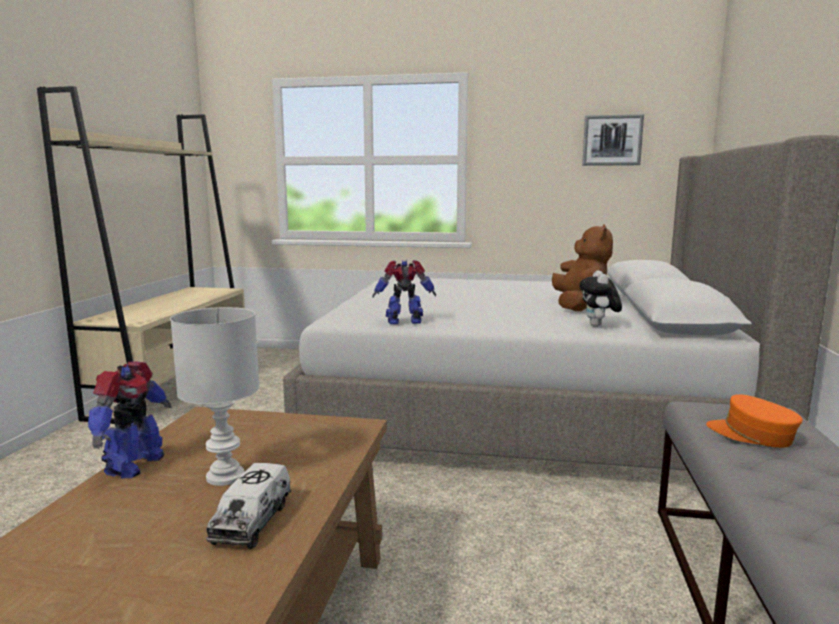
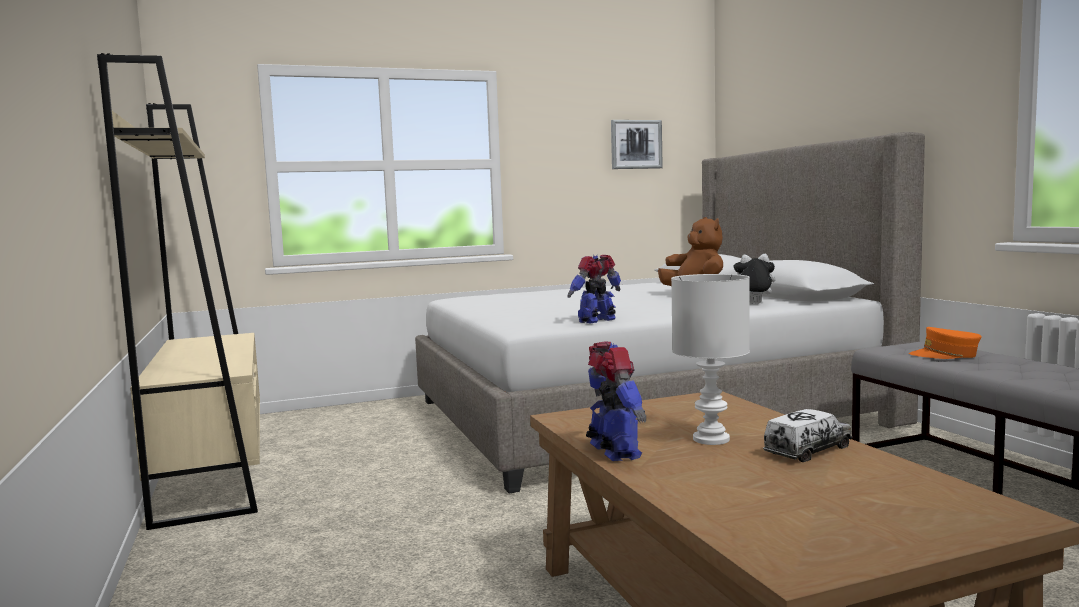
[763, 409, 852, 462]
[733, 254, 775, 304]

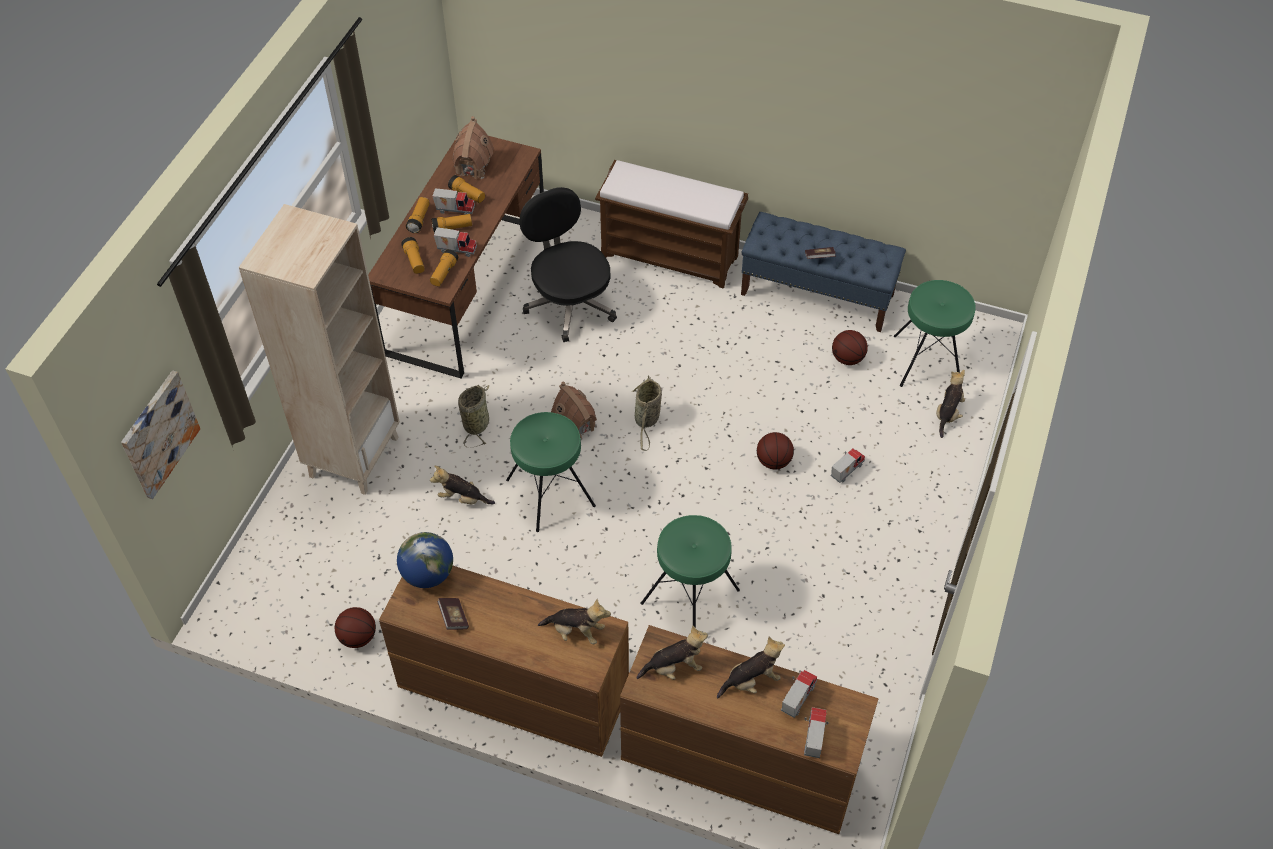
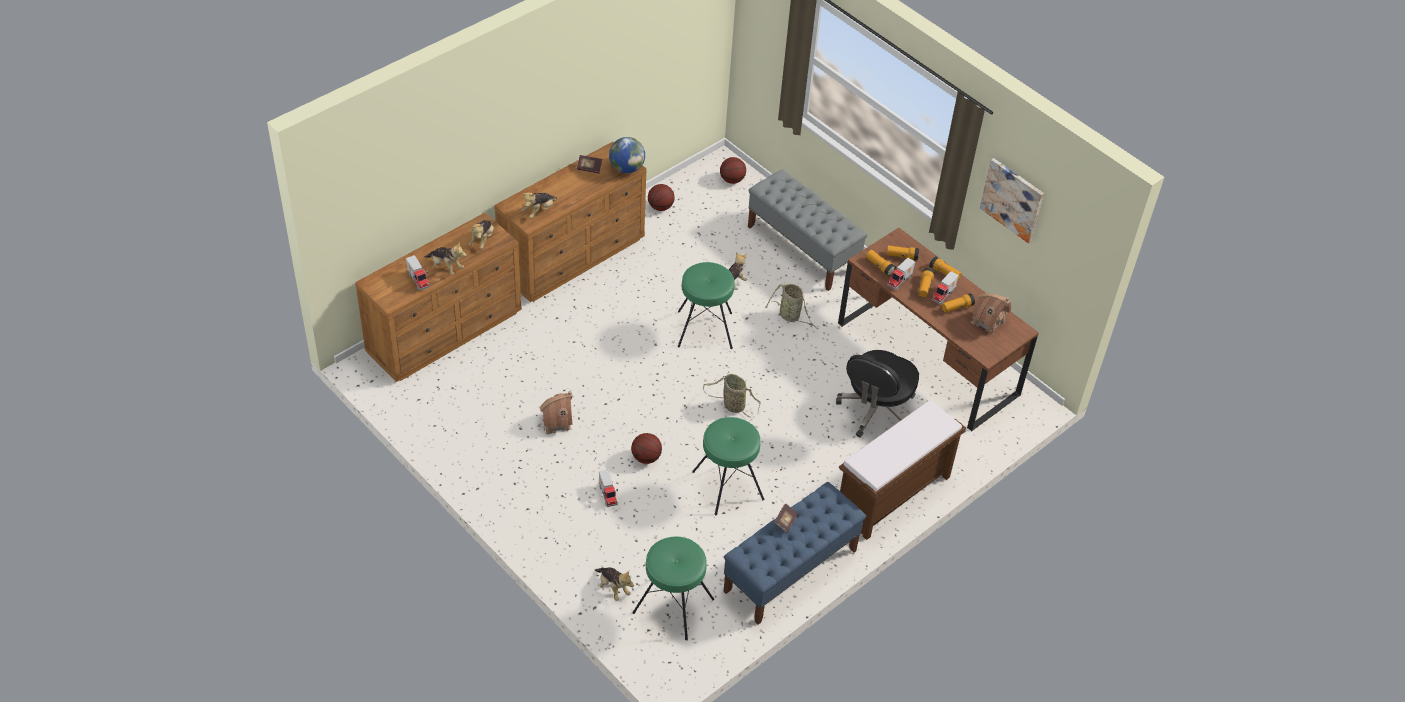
[804, 707, 829, 758] (first image)
[980, 158, 1044, 243]
[540, 391, 573, 435]
[692, 417, 765, 515]
[720, 157, 746, 184]
[748, 170, 867, 291]
[836, 350, 919, 438]
[424, 242, 467, 275]

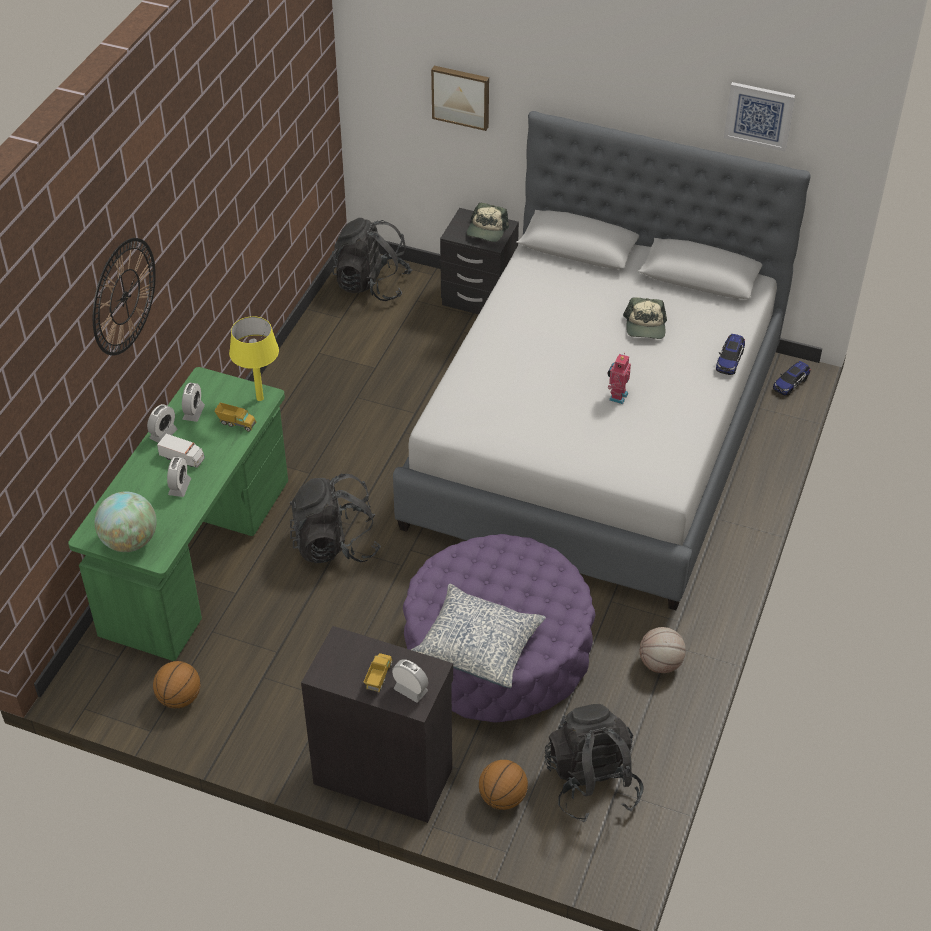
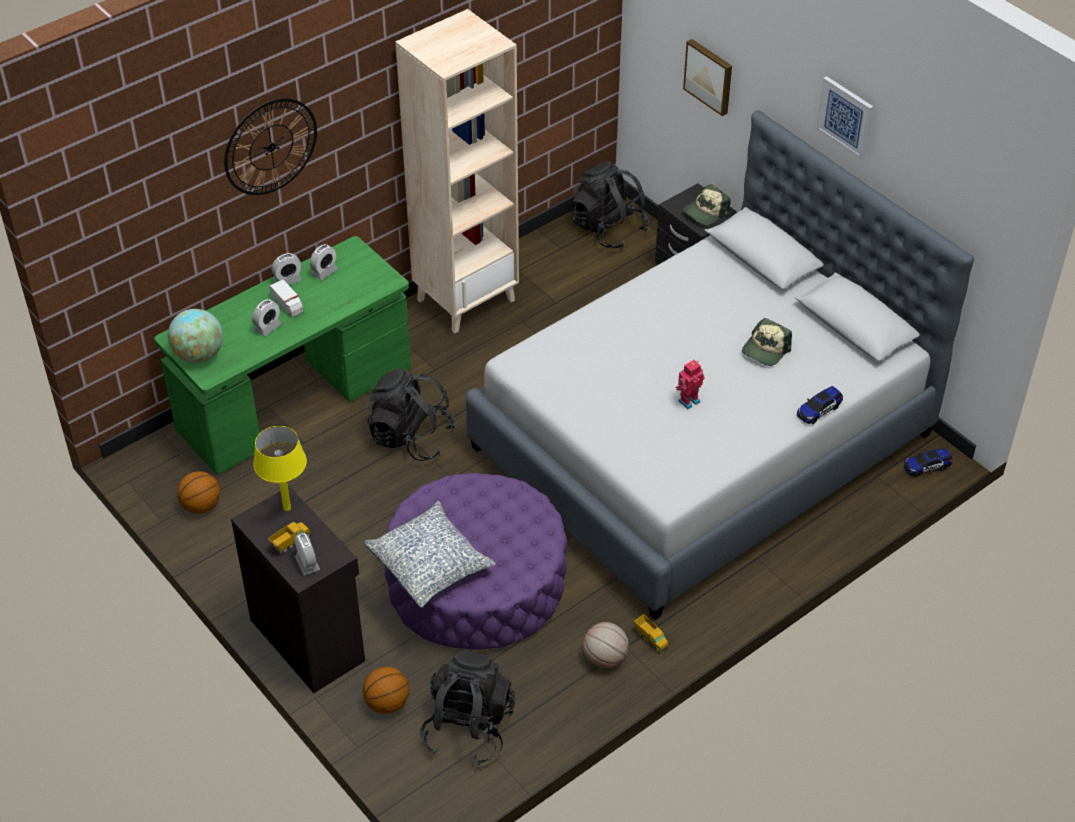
[395, 9, 519, 333]
[634, 614, 669, 654]
[253, 426, 307, 511]
[816, 76, 873, 160]

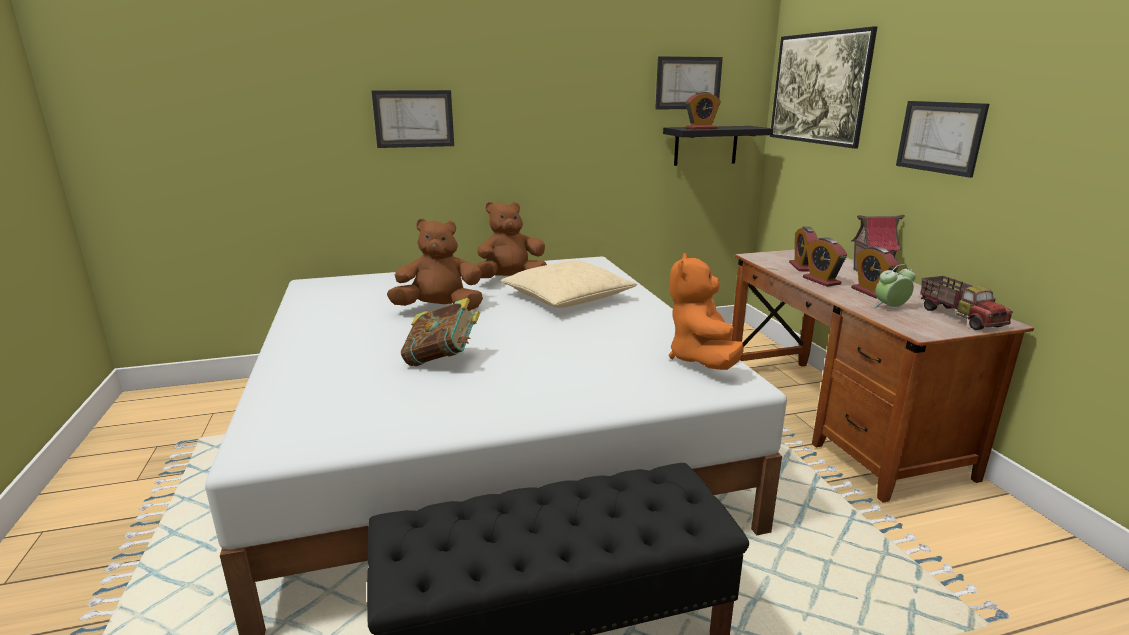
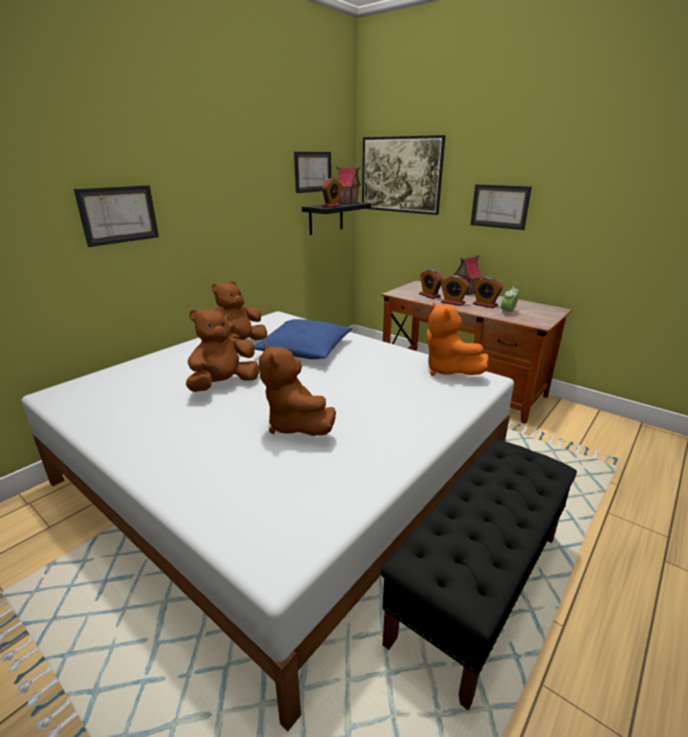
[921, 276, 1013, 330] (first image)
[336, 166, 361, 204]
[259, 343, 336, 436]
[254, 319, 352, 359]

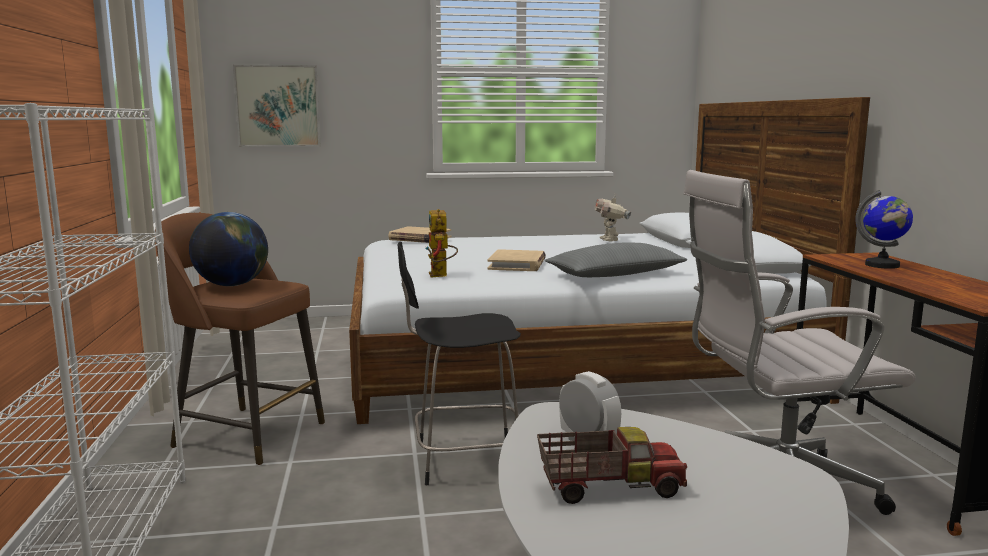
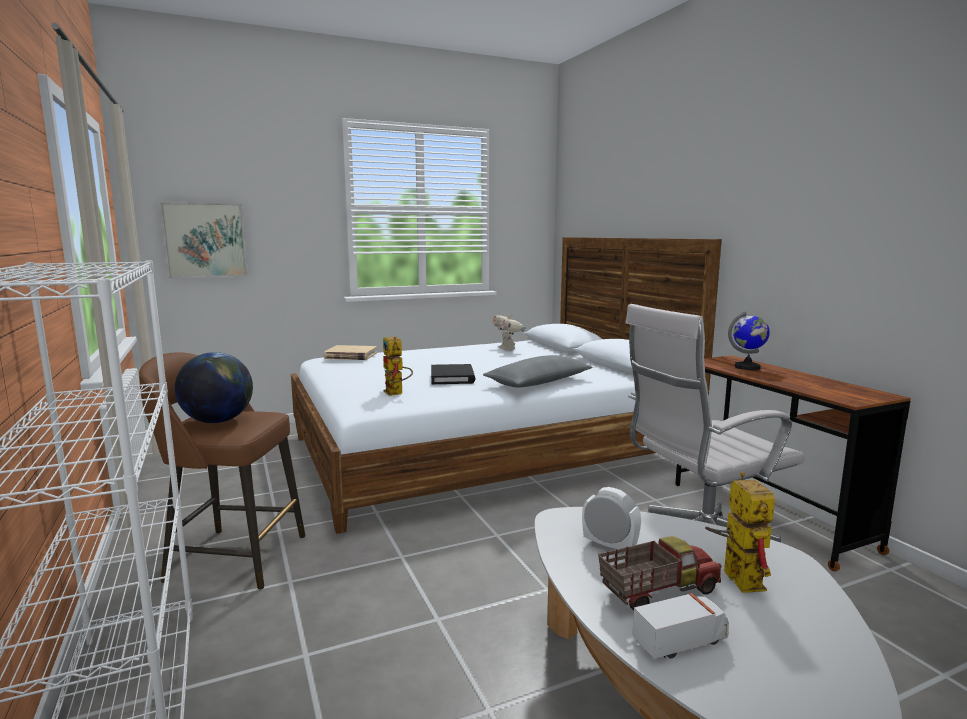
[398, 242, 521, 485] (first image)
[632, 593, 729, 659]
[705, 472, 775, 593]
[431, 364, 475, 384]

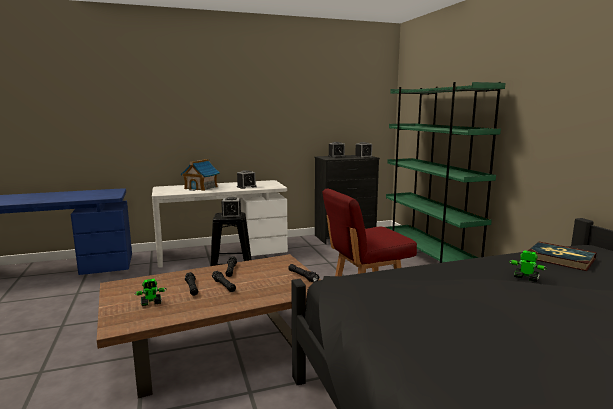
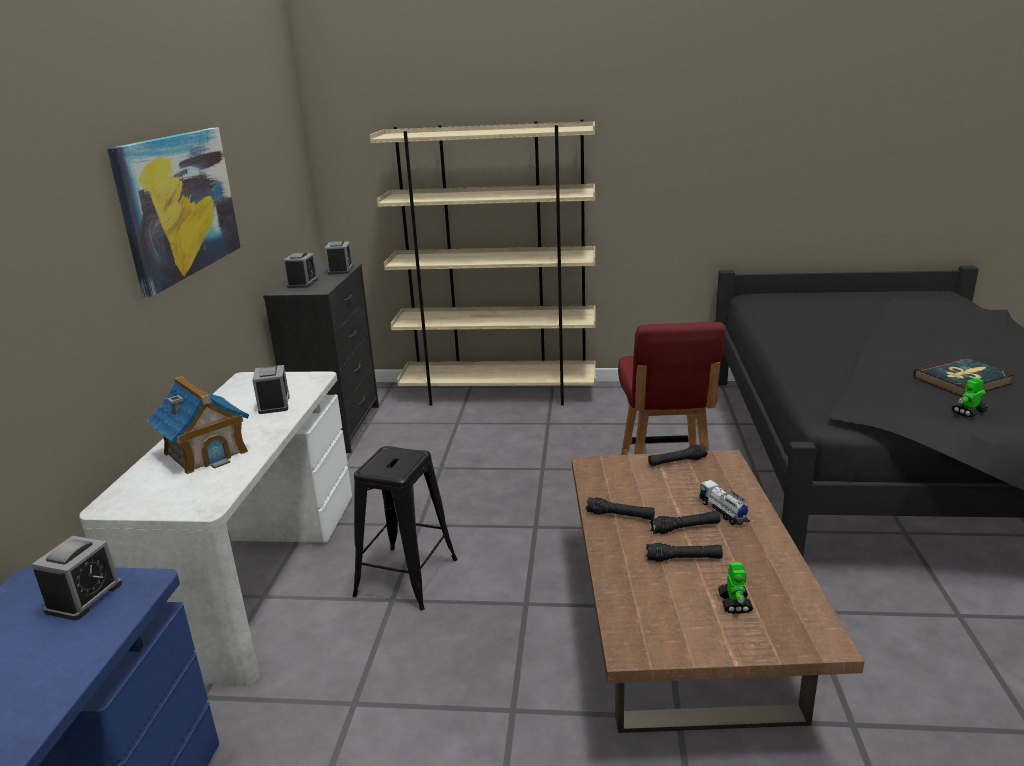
[107, 128, 241, 297]
[699, 480, 750, 525]
[32, 536, 122, 620]
[951, 378, 988, 417]
[913, 357, 1015, 397]
[369, 119, 596, 406]

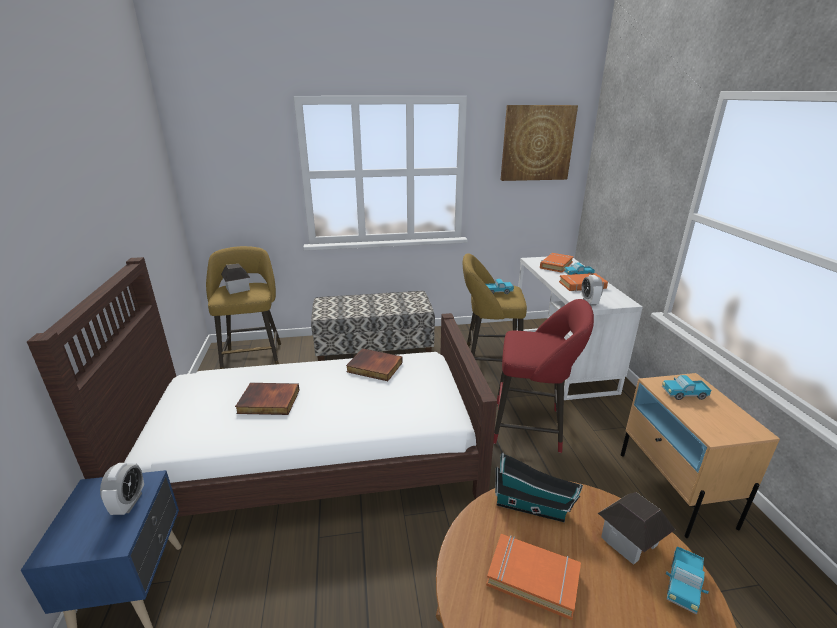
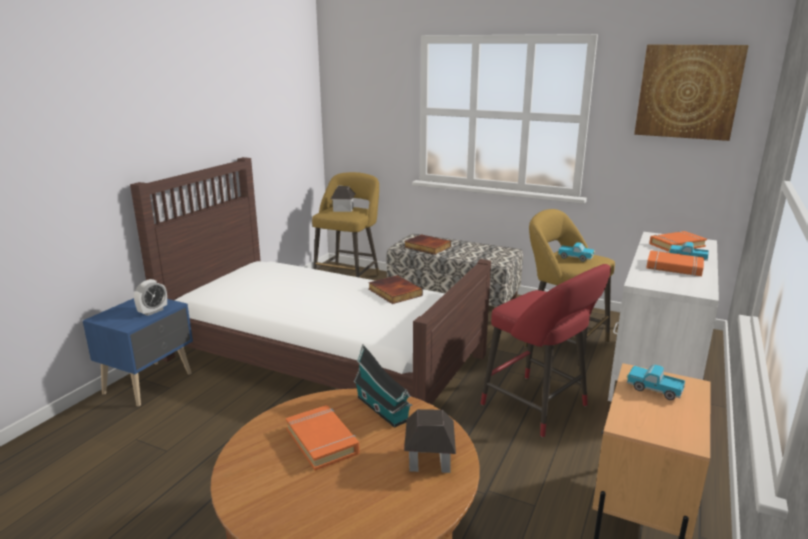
[582, 275, 603, 306] (first image)
[666, 546, 709, 614] (first image)
[404, 234, 451, 255]

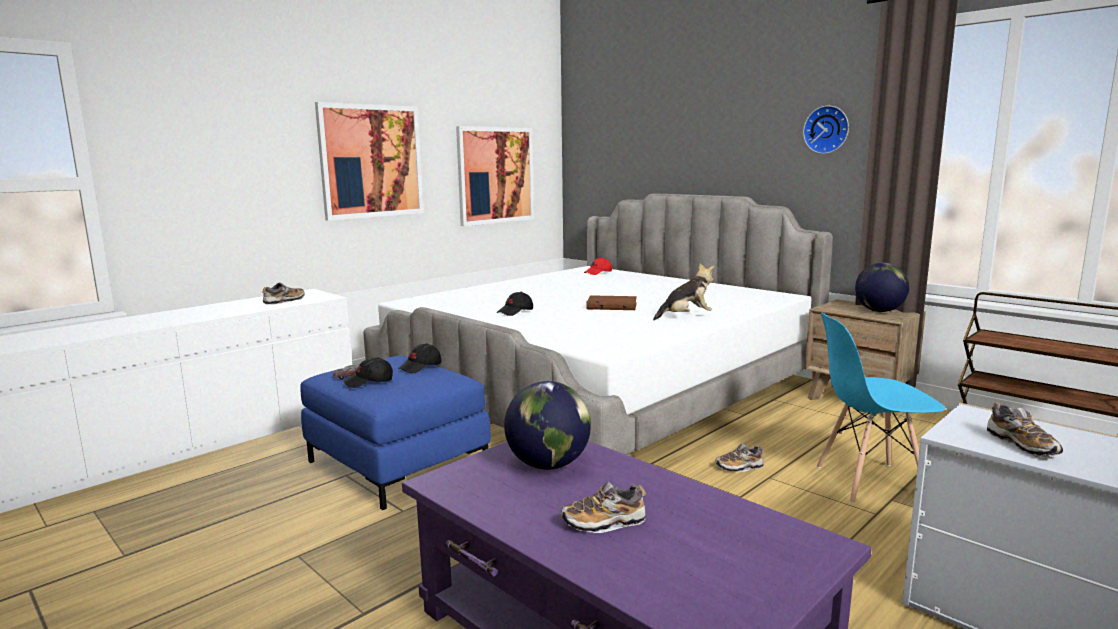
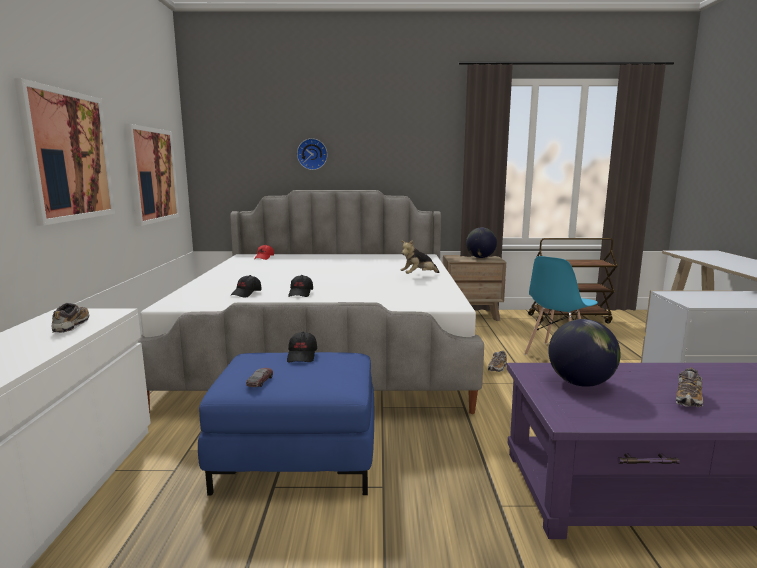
[587, 295, 637, 310] (first image)
[987, 403, 1063, 457] (first image)
[230, 275, 262, 298]
[297, 138, 328, 170]
[401, 240, 440, 274]

